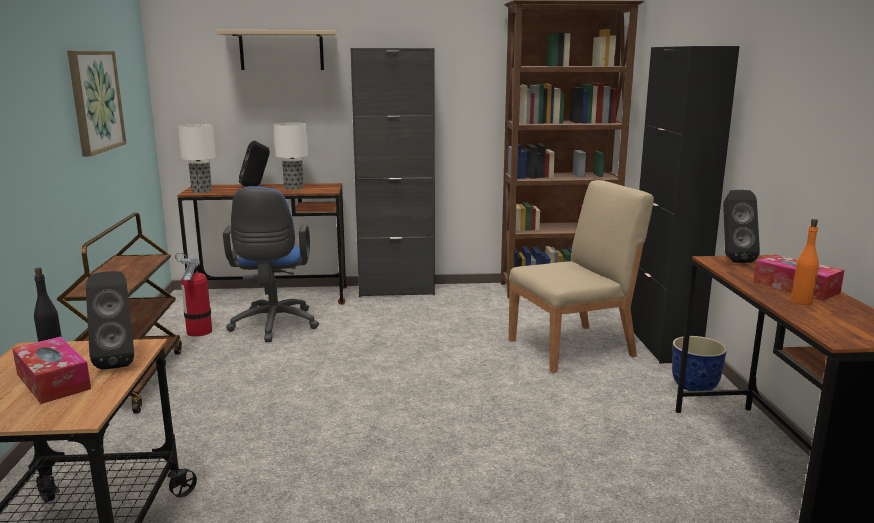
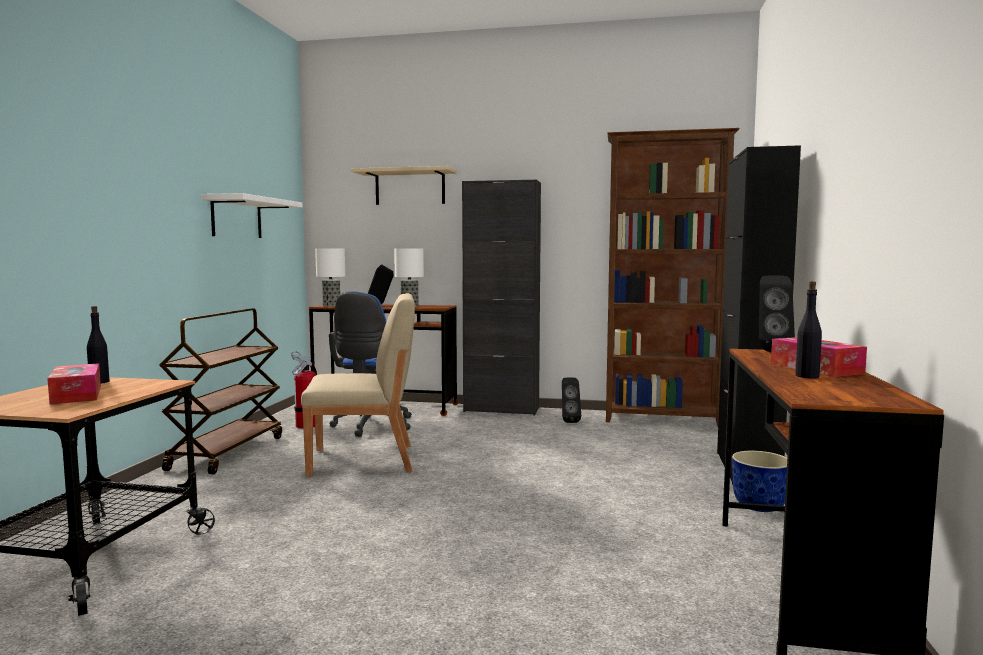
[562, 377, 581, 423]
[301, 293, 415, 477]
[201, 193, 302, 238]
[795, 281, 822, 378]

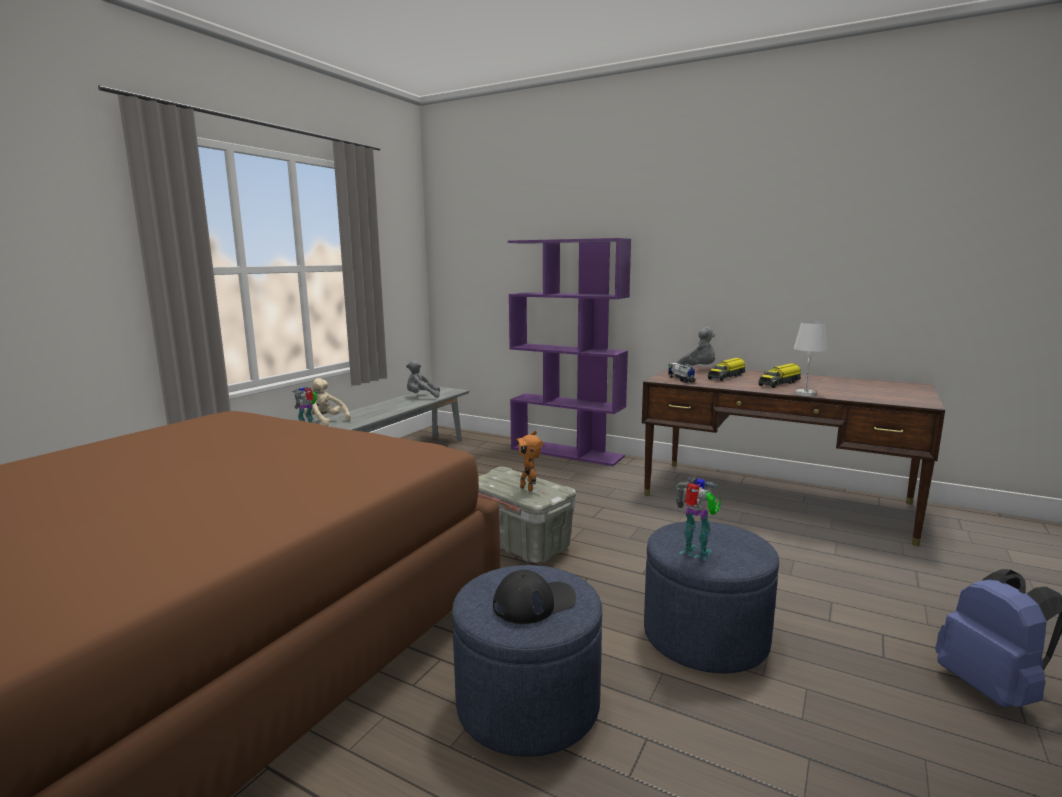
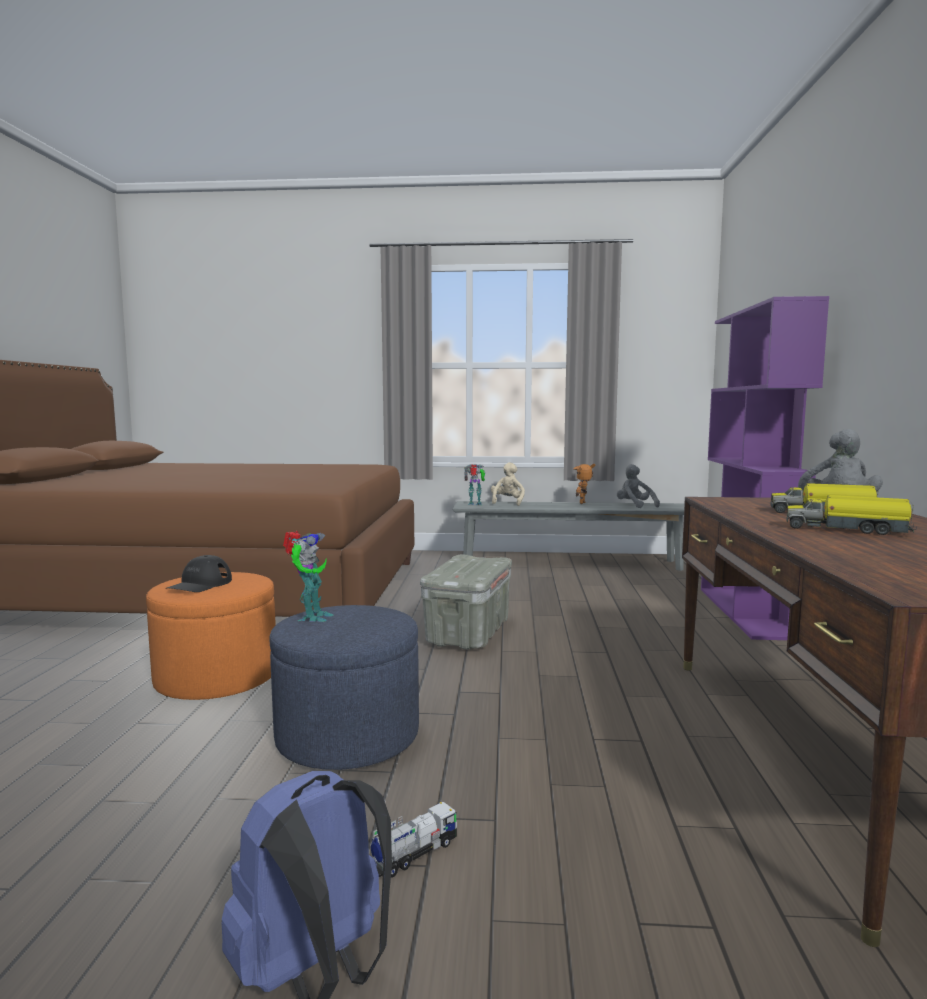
[794, 322, 827, 396] (first image)
[573, 463, 596, 504]
[371, 802, 457, 878]
[146, 572, 276, 700]
[166, 555, 232, 592]

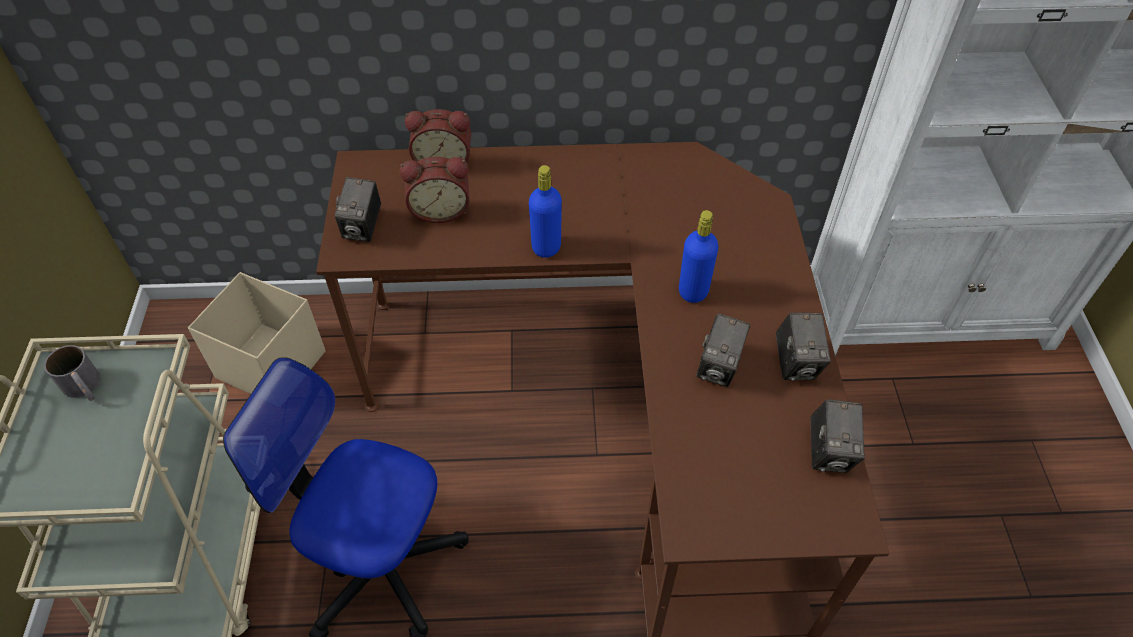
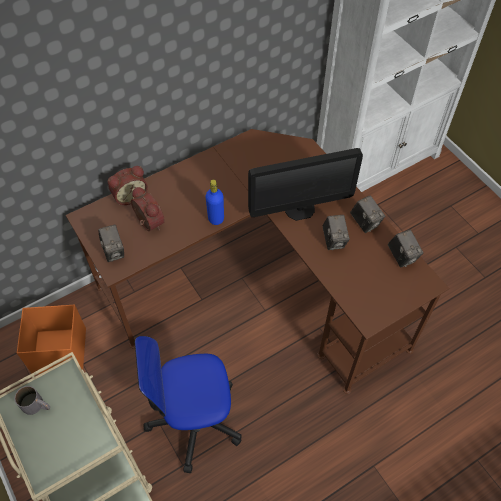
[248, 148, 363, 221]
[17, 305, 86, 374]
[131, 187, 165, 231]

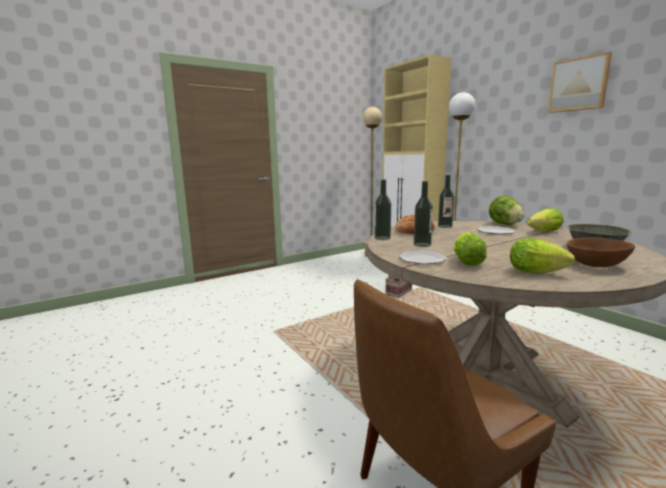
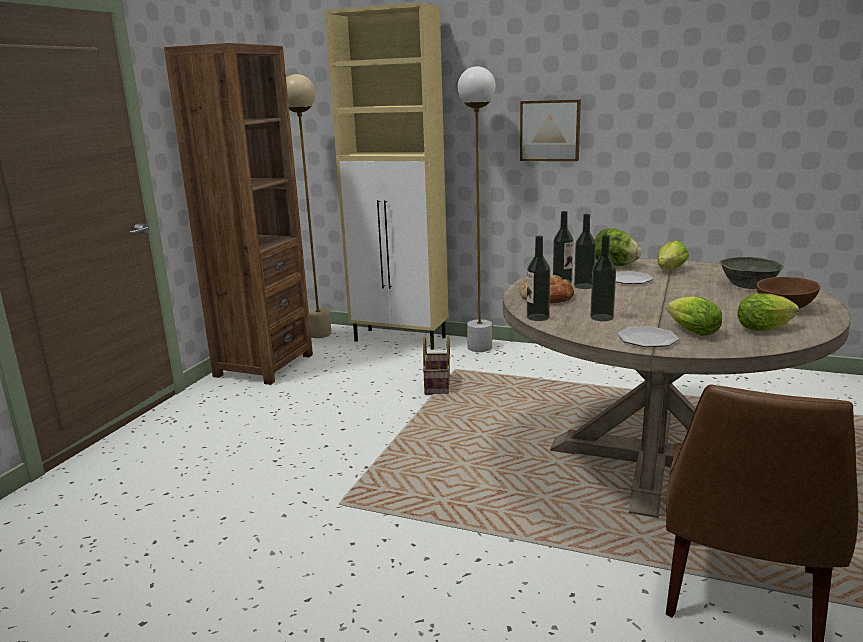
[164, 43, 313, 385]
[574, 214, 596, 289]
[520, 100, 581, 161]

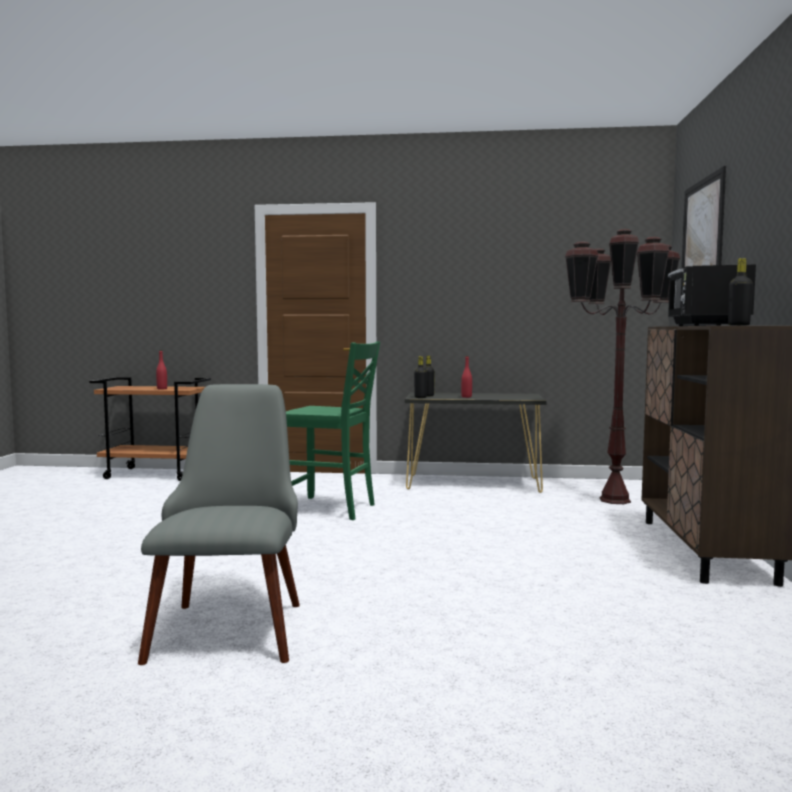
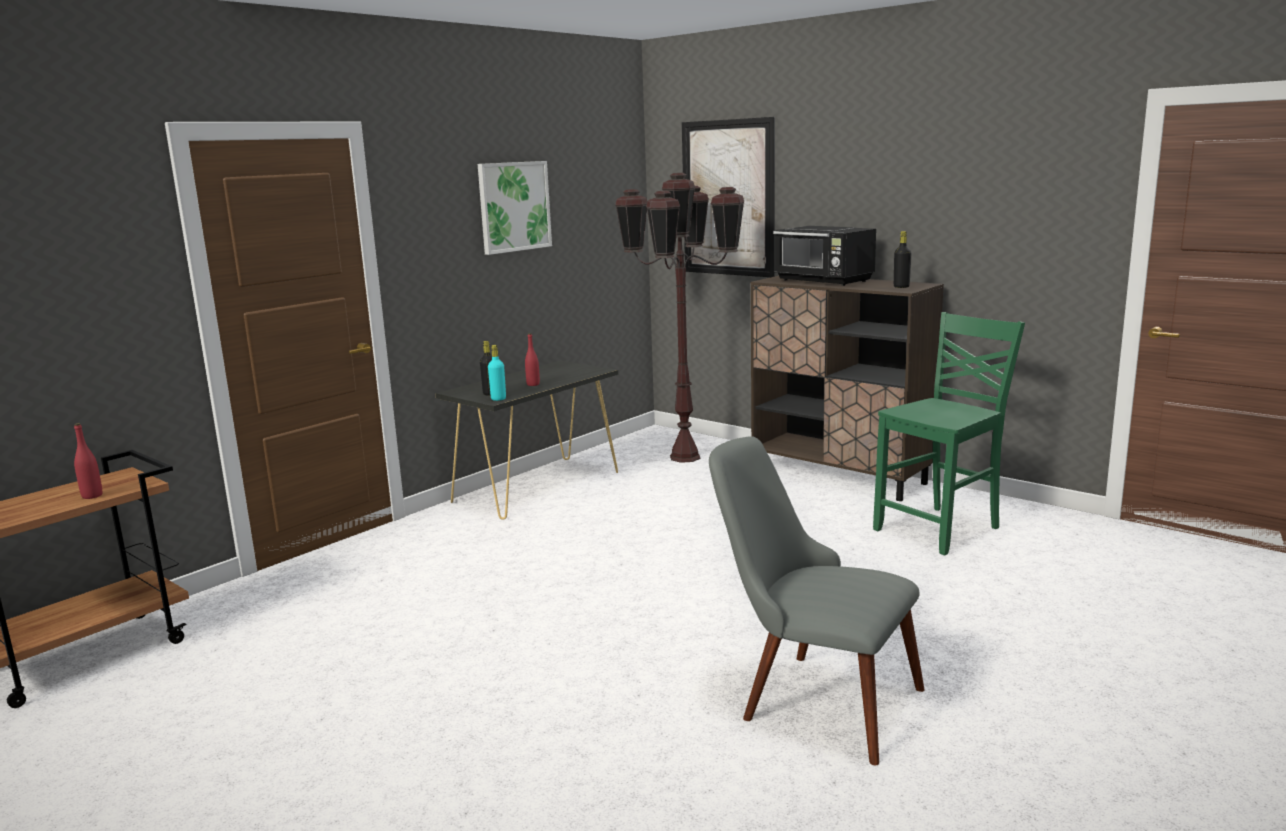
[478, 161, 552, 255]
[873, 312, 1025, 556]
[488, 345, 506, 401]

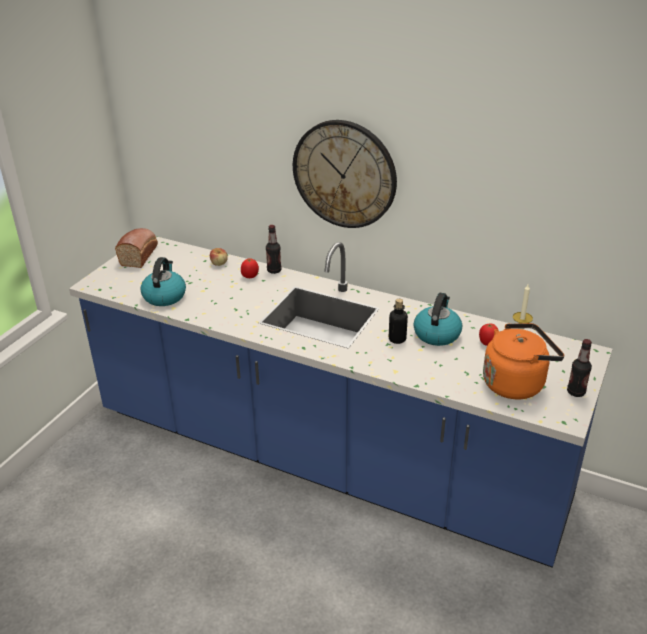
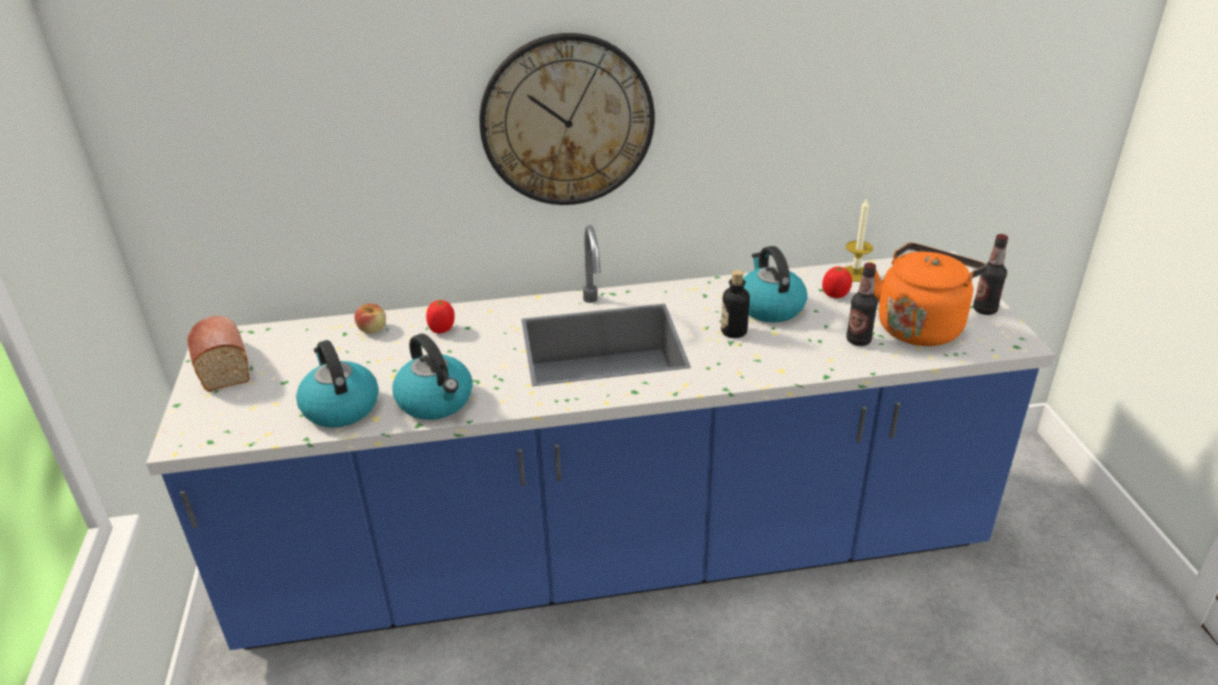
[392, 334, 473, 420]
[846, 262, 878, 346]

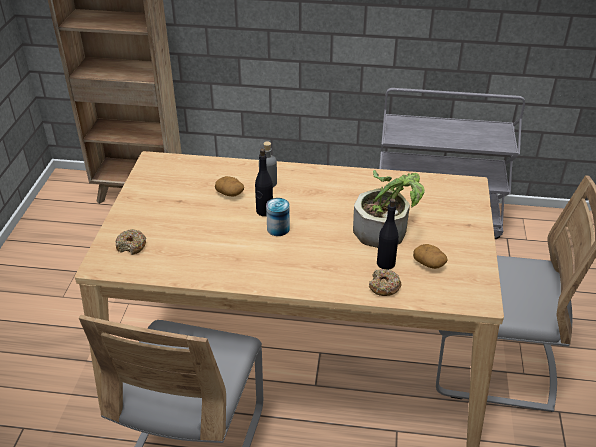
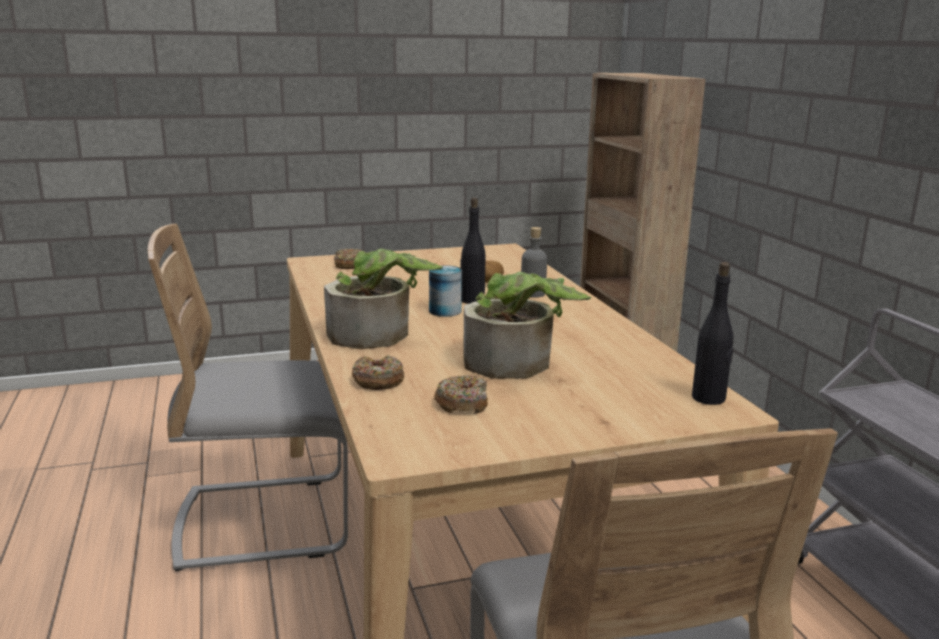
[324, 248, 443, 349]
[692, 262, 733, 405]
[434, 375, 488, 414]

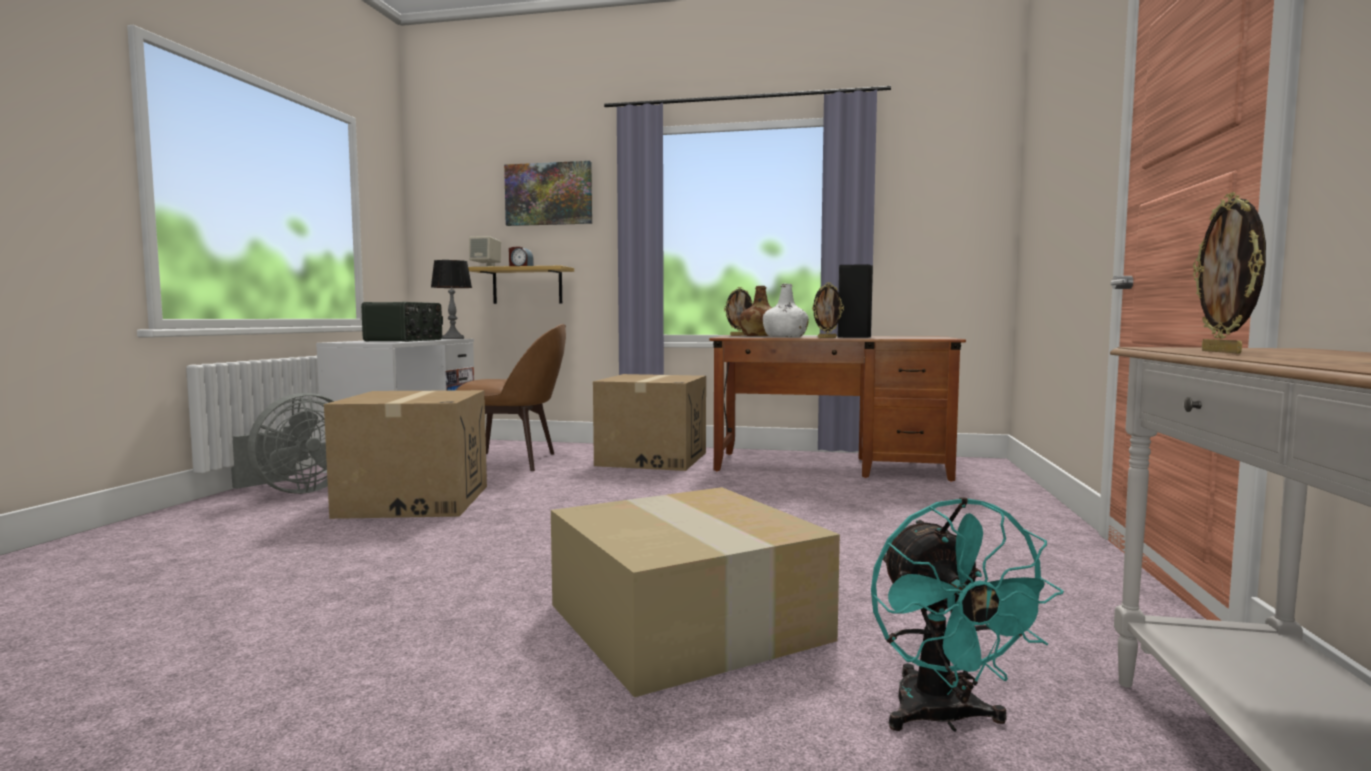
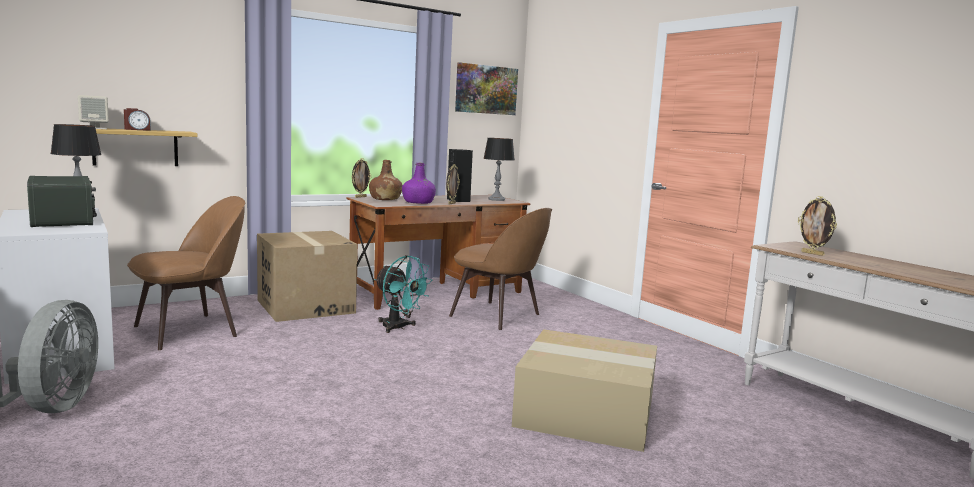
[324, 390, 487, 519] (first image)
[449, 208, 552, 330]
[483, 138, 515, 201]
[455, 62, 518, 115]
[374, 255, 433, 333]
[402, 163, 436, 204]

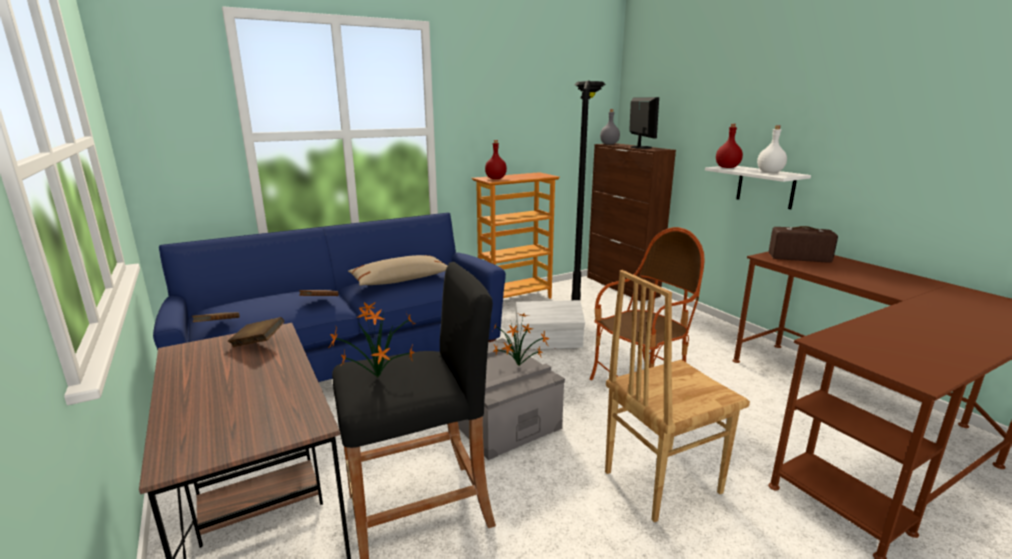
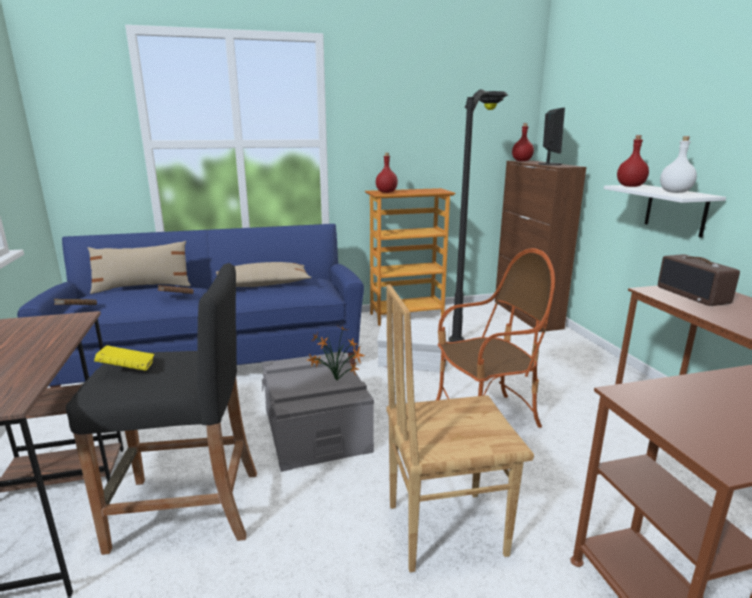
[228, 317, 284, 347] (first image)
[88, 241, 191, 294]
[94, 345, 155, 371]
[512, 123, 534, 161]
[658, 254, 740, 306]

